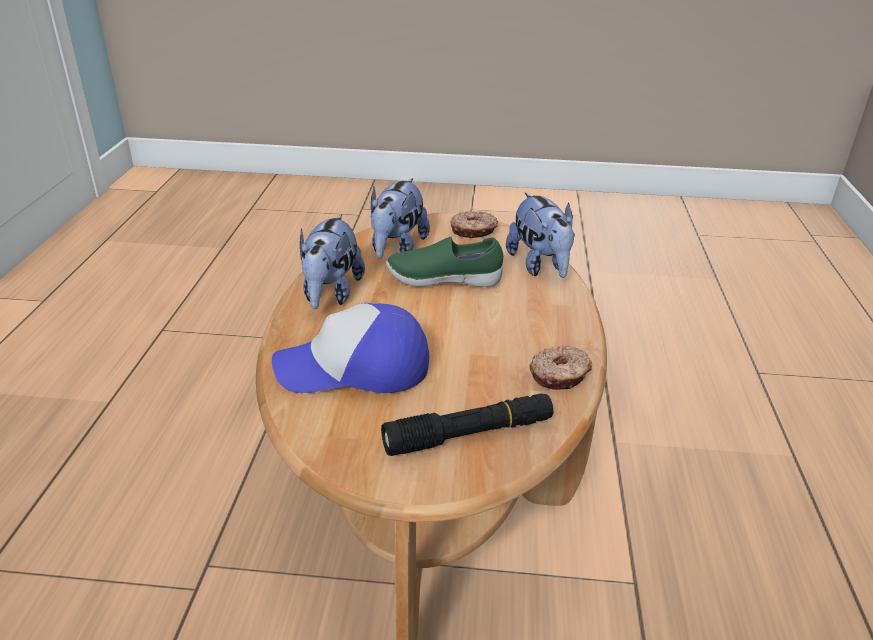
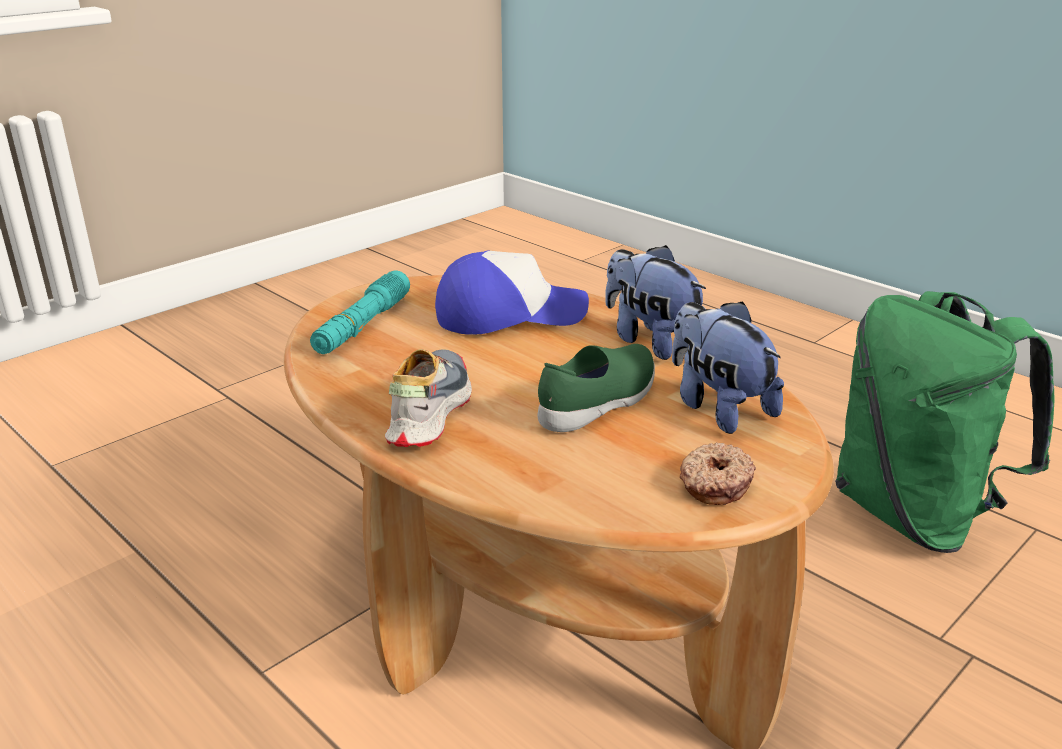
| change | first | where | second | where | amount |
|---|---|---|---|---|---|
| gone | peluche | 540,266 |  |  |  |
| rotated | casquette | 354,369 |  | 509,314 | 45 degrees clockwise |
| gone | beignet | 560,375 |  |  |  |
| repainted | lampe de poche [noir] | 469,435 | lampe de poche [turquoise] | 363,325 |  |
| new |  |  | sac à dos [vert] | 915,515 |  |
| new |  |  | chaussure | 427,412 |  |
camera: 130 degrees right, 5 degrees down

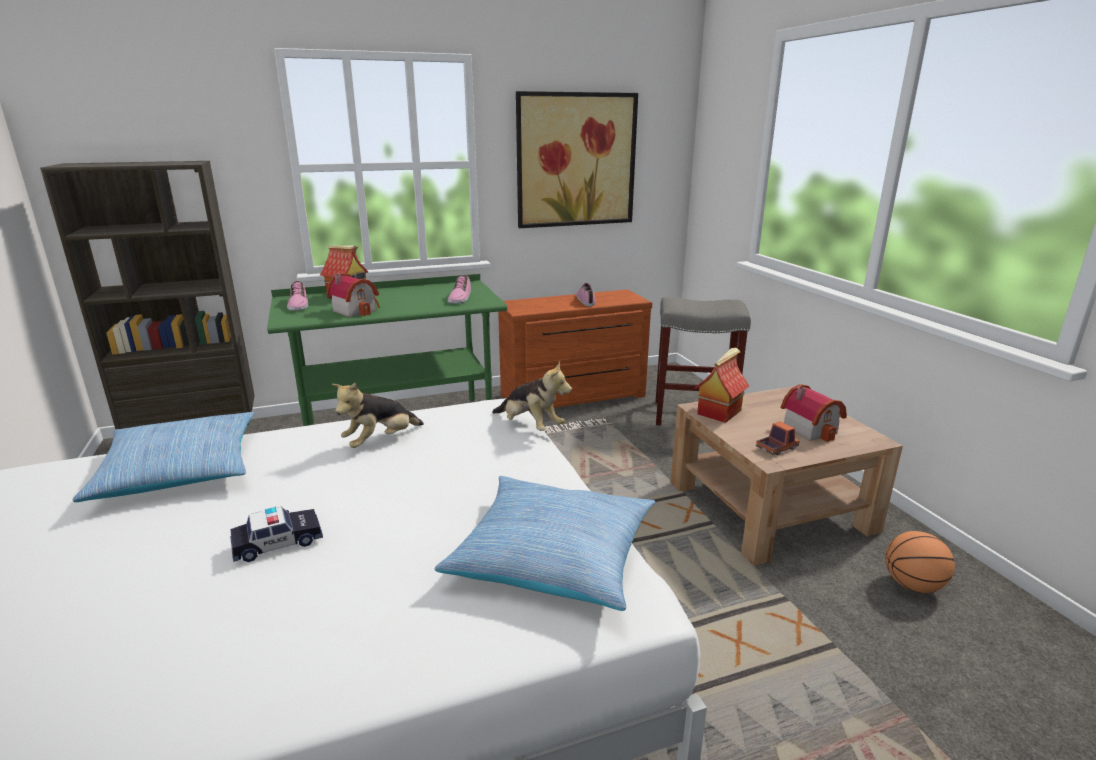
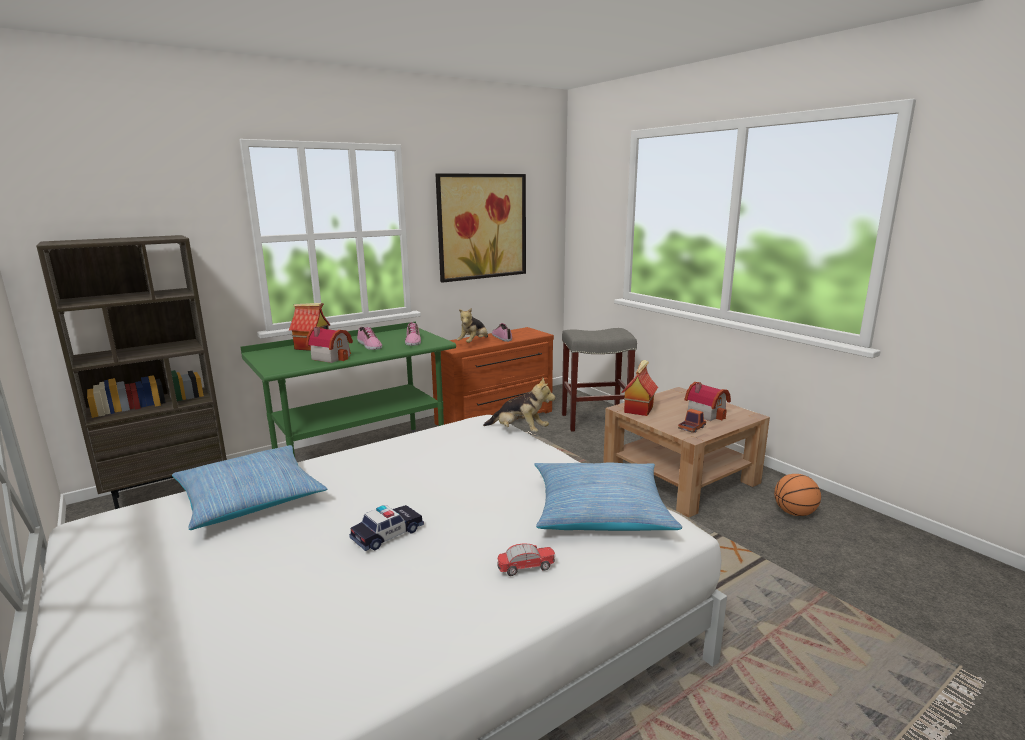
| change | first | where | second | where | amount |
|---|---|---|---|---|---|
| shifted | chaussure | 297,304 |  | 369,345 |  |
| shifted | peluche | 380,441 |  | 473,343 |  |
| new |  |  | petite voiture | 525,568 |  |
camera: 15 degrees left, 5 degrees down

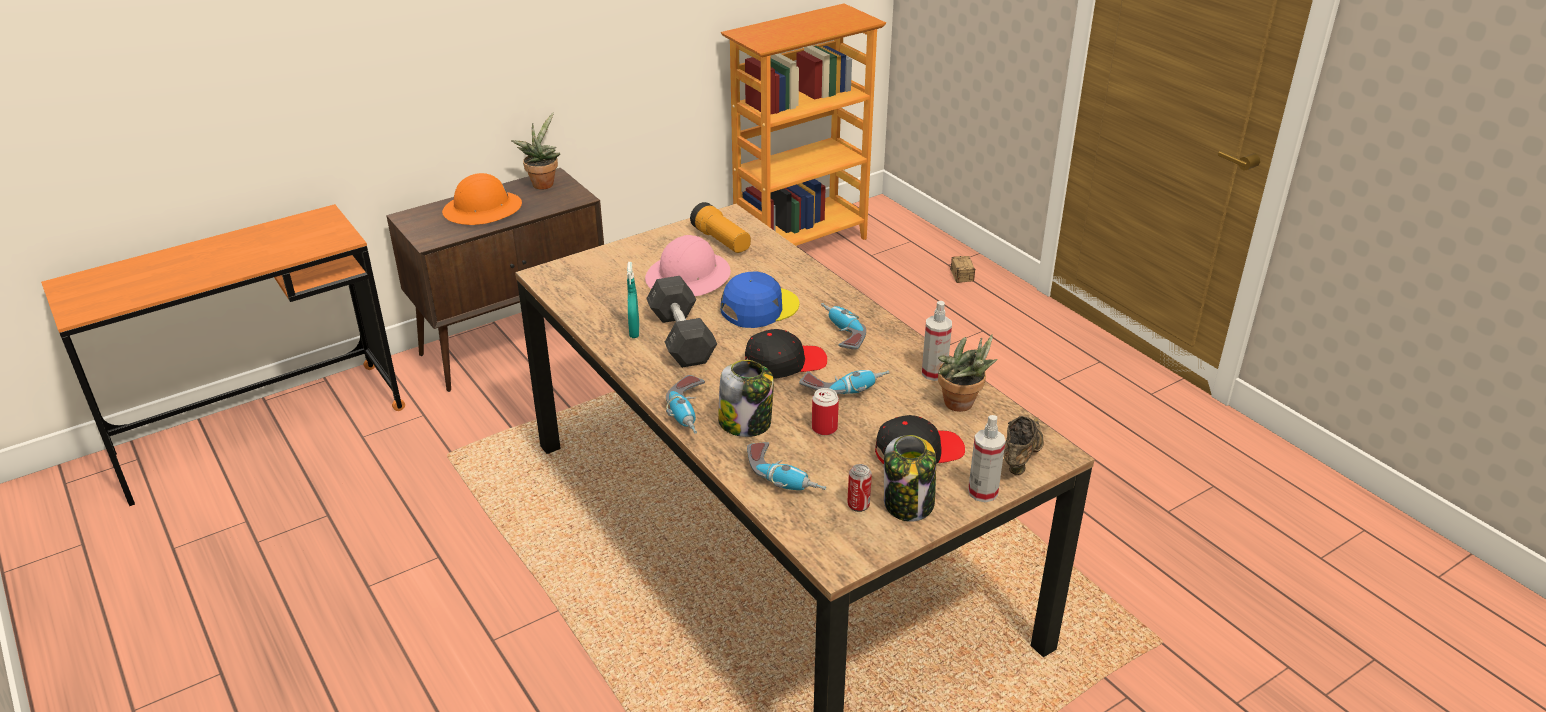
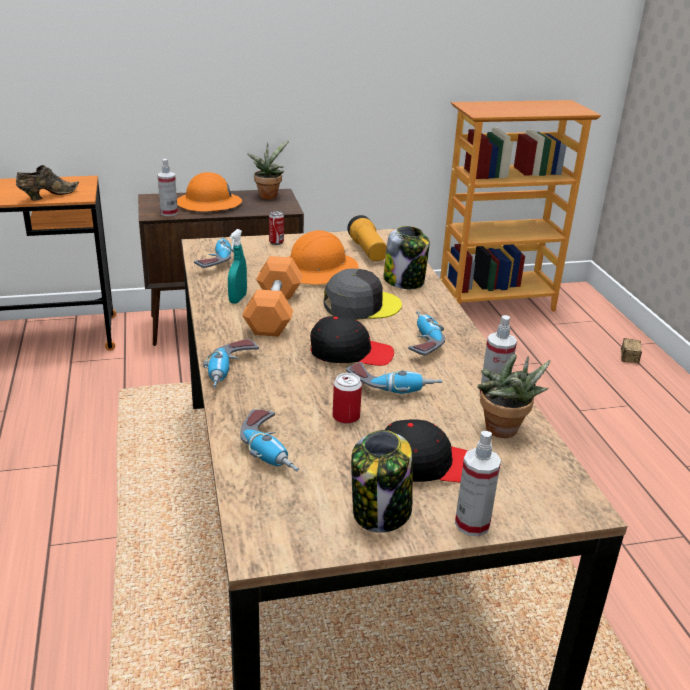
| change | first | where | second | where | amount |
|---|---|---|---|---|---|
| repainted | casque de chantier [rose] | 689,277 | casque de chantier [orange] | 318,270 |  |
| repainted | casquette [bleu] | 759,308 | casquette [gris] | 361,305 |  |
| repainted | haltère [gris] | 681,337 | haltère [orange] | 274,312 |  |
| shifted | bocal | 746,423 |  | 404,281 |  |
| shifted | chaussure [marron] | 1020,458 |  | 47,196 |  |
| shifted | boîte métallique | 858,505 |  | 276,242 |  |
| new |  |  | vaporisateur | 169,213 |  |
| new |  |  | perceuse | 215,260 |  |
camera: 20 degrees right, 5 degrees down

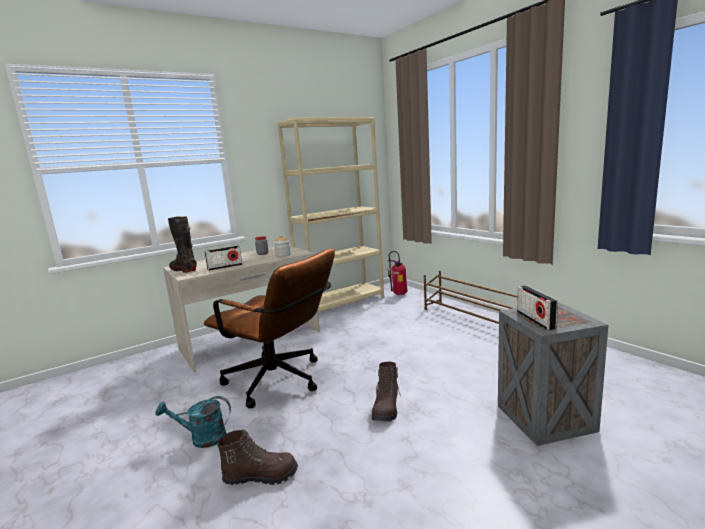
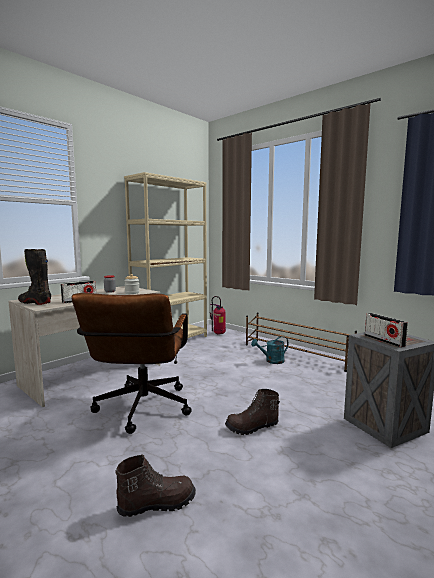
| change | first | where | second | where | amount |
|---|---|---|---|---|---|
| rotated | chaise de bureau [marron] | 281,382 |  | 141,411 | 75 degrees clockwise |
| rotated | botte [marron] | 386,408 |  | 252,427 | 75 degrees clockwise |
| shifted | arrosoir [turquoise] | 202,438 |  | 271,361 |  |
camera: 15 degrees left, 5 degrees down

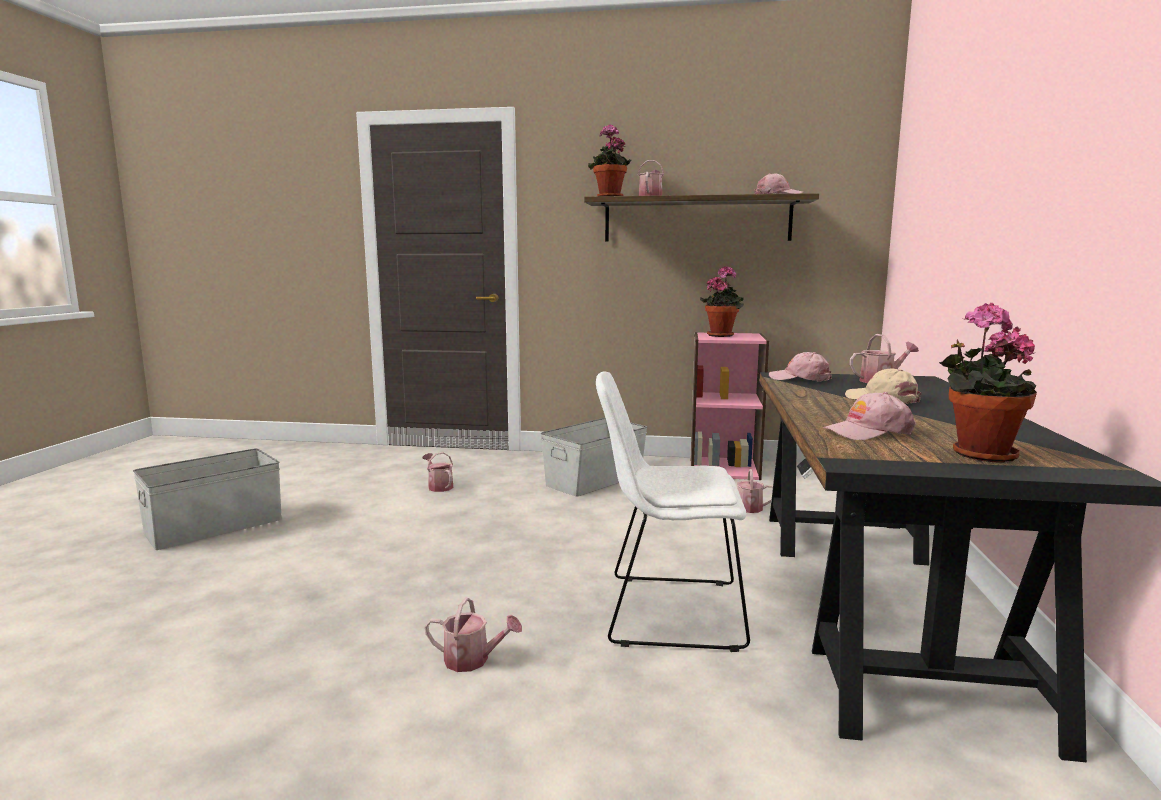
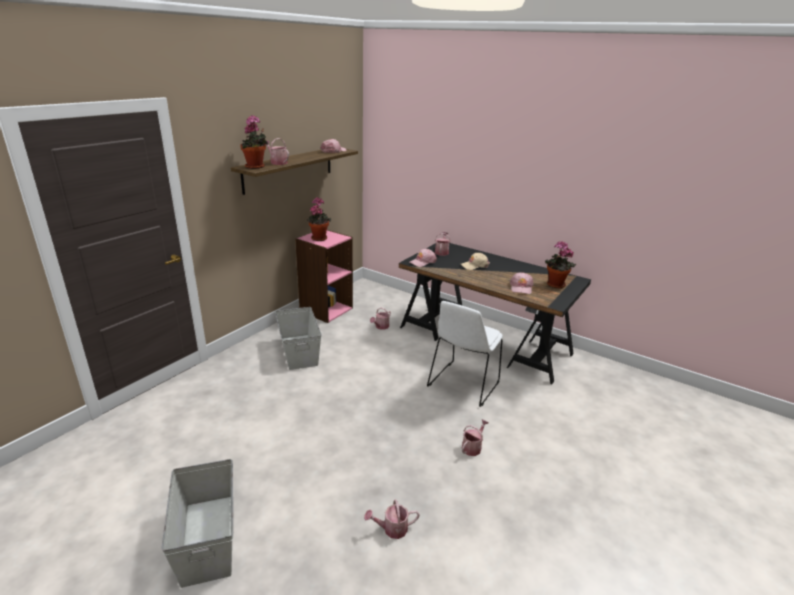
| change | first | where | second | where | amount |
|---|---|---|---|---|---|
| shifted | arrosoir | 439,486 |  | 391,529 |  |
camera: 65 degrees left, 15 degrees up

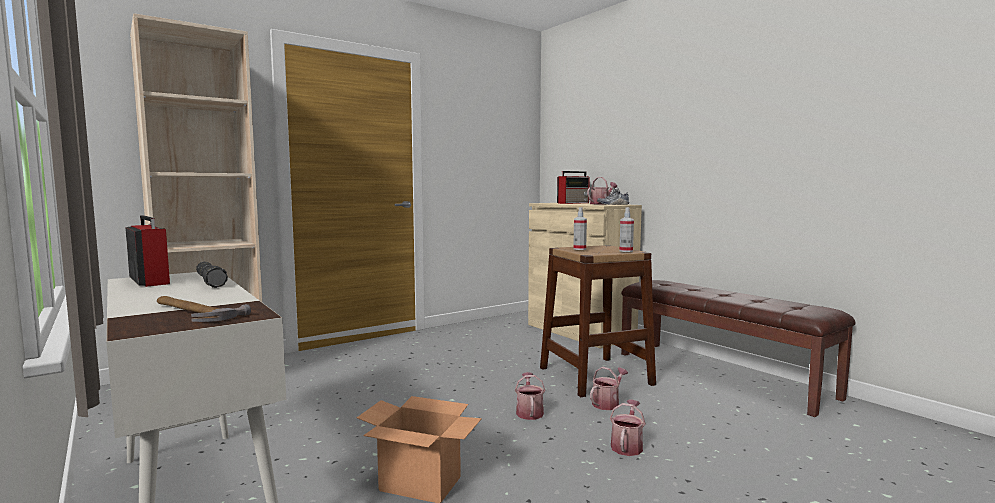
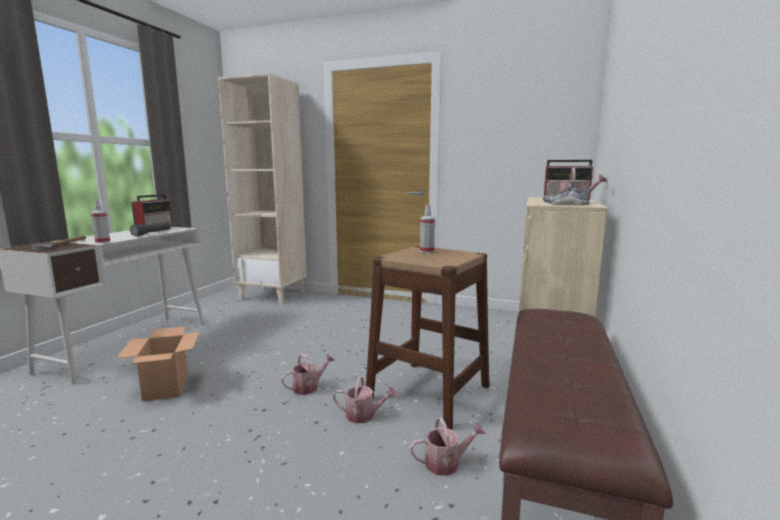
| change | first | where | second | where | amount |
|---|---|---|---|---|---|
| shifted | vaporisateur | 626,251 |  | 102,242 |  |
| shifted | arrosoir | 627,445 |  | 446,463 |  |
camera: 55 degrees right, 5 degrees up

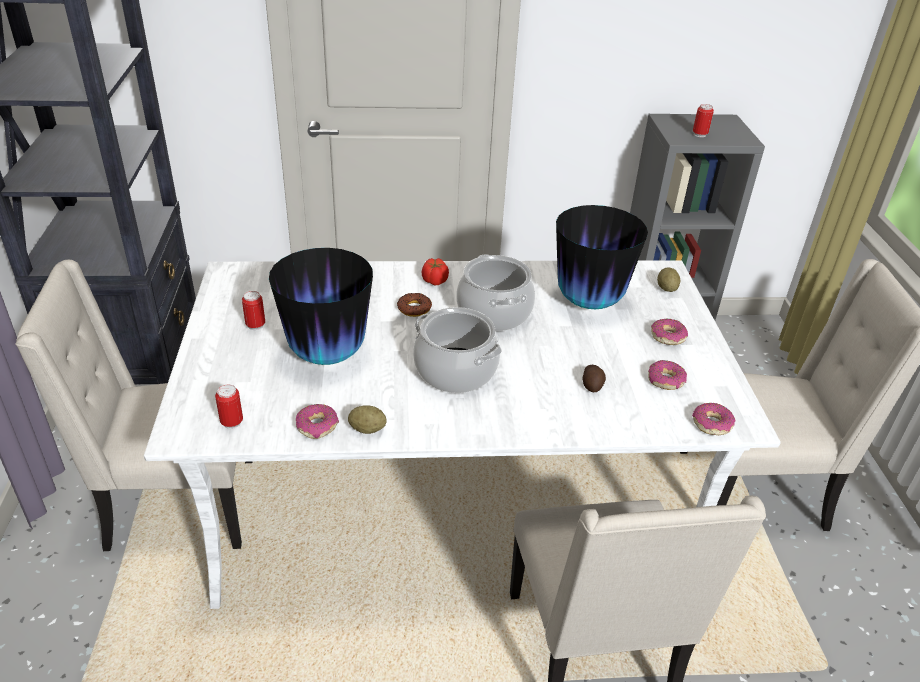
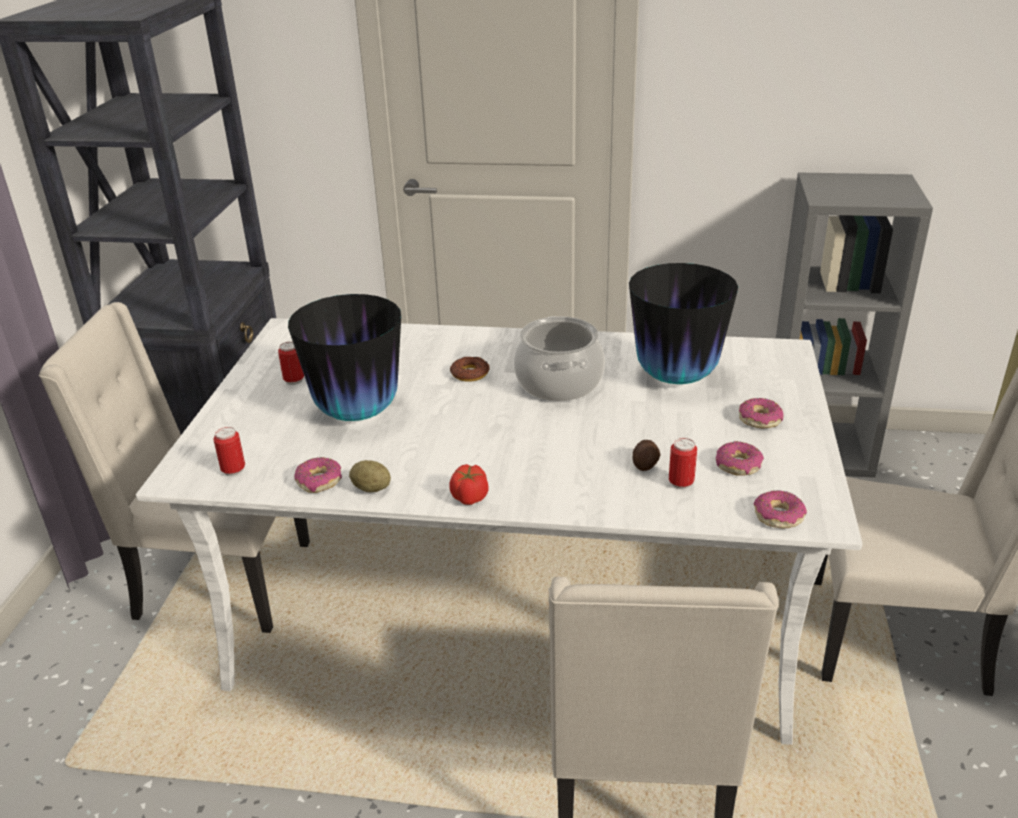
| change | first | where | second | where | amount |
|---|---|---|---|---|---|
| shifted | boîte métallique | 699,134 |  | 681,483 |  |
| shifted | tomate | 435,281 |  | 469,497 |  |
| gone | pomme de terre | 666,288 |  |  |  |
| gone | marmite | 455,371 |  |  |  |
camera: 15 degrees right, 5 degrees down

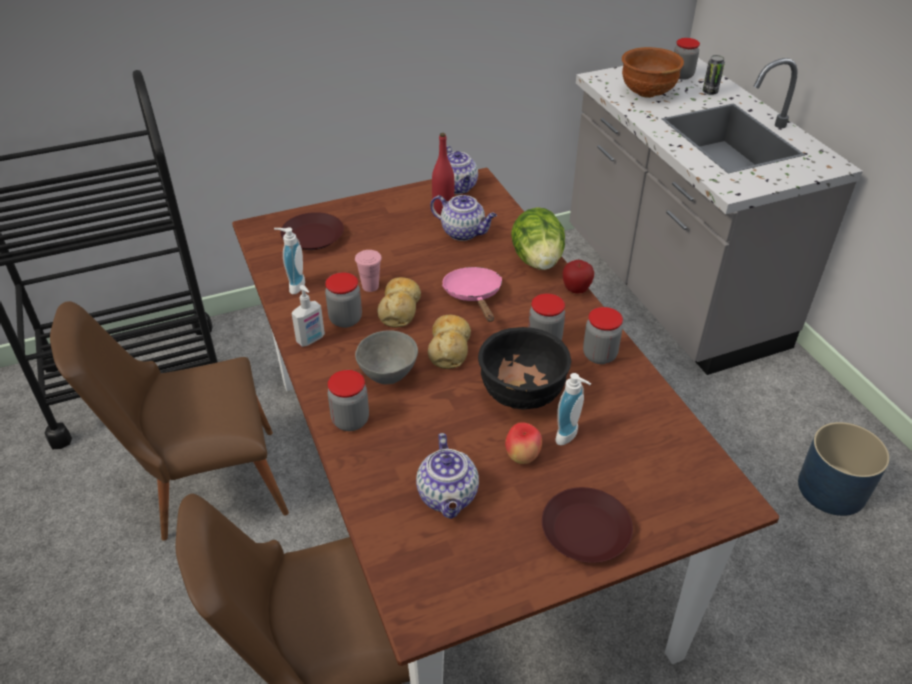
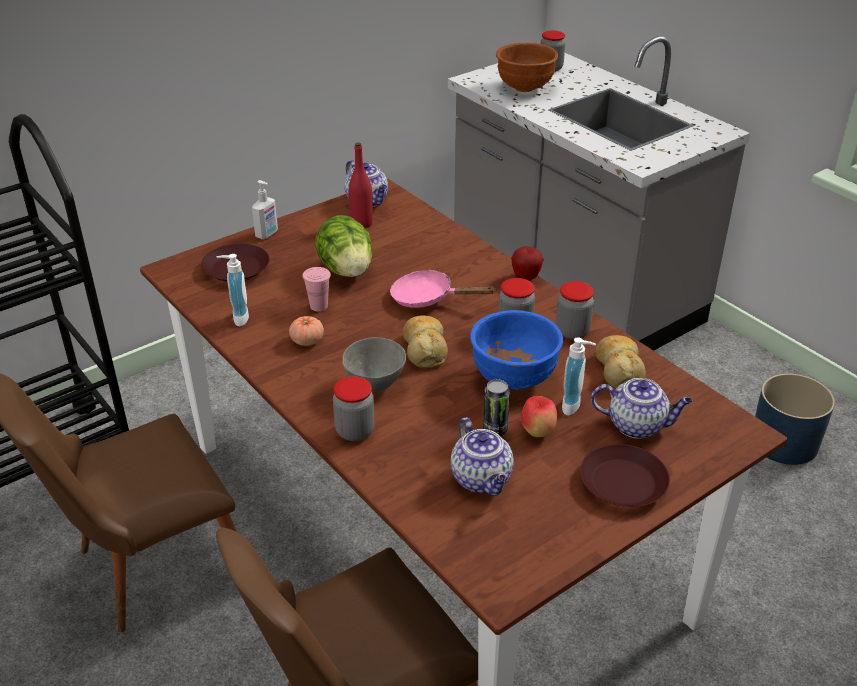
| change | first | where | second | where | amount |
|---|---|---|---|---|---|
| shifted | boîte métallique | 710,92 |  | 495,430 |  |
| shifted | théière | 464,232 |  | 638,425 |  |
| shifted | laitue | 537,260 |  | 346,270 |  |
| rotated | poêle [rose] | 474,295 |  | 428,298 | 45 degrees counterclockwise |
| swapped | bocal | 345,319 | tomate | 307,340 |  |
| shifted | pain | 400,308 |  | 619,369 |  |
| shifted | distributeur de savon | 311,340 |  | 267,234 |  |
| repainted | bol [noir] | 522,394 | bol [bleu] | 514,378 |  |
camera: 15 degrees left, 5 degrees down

